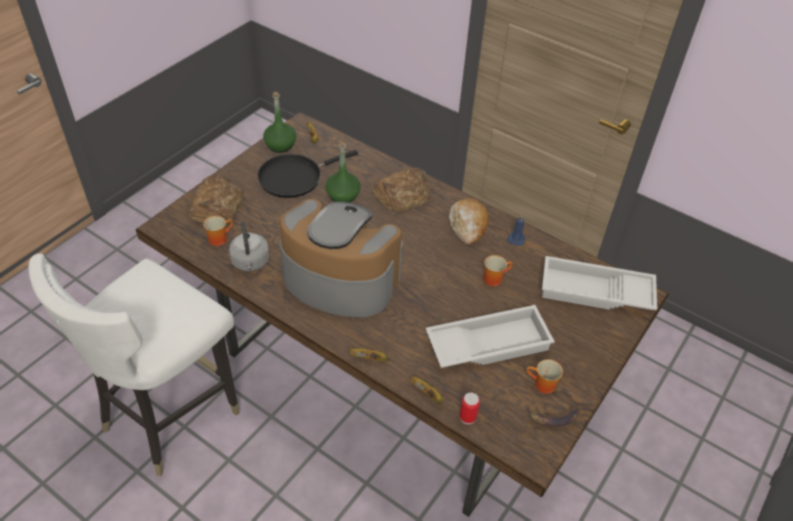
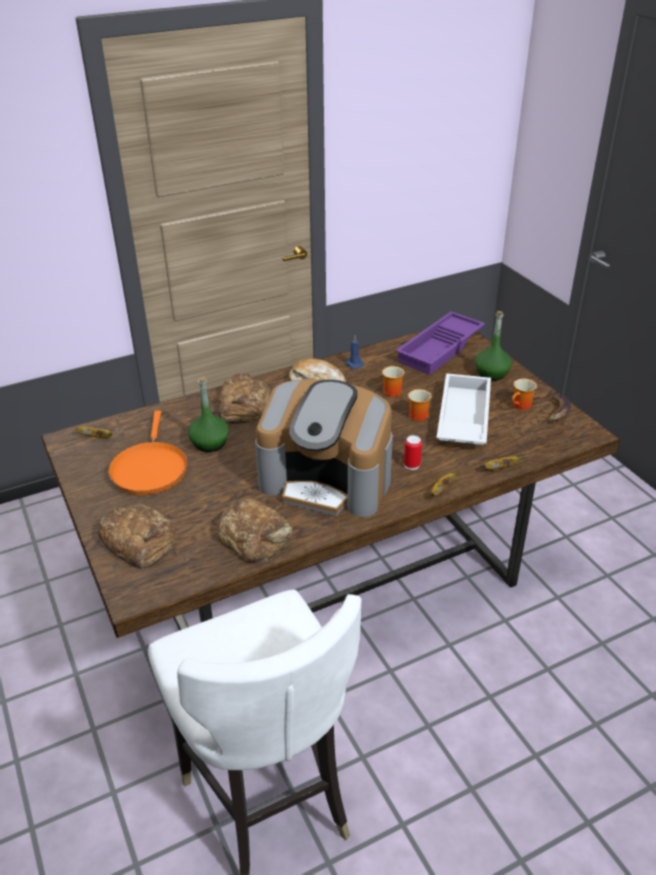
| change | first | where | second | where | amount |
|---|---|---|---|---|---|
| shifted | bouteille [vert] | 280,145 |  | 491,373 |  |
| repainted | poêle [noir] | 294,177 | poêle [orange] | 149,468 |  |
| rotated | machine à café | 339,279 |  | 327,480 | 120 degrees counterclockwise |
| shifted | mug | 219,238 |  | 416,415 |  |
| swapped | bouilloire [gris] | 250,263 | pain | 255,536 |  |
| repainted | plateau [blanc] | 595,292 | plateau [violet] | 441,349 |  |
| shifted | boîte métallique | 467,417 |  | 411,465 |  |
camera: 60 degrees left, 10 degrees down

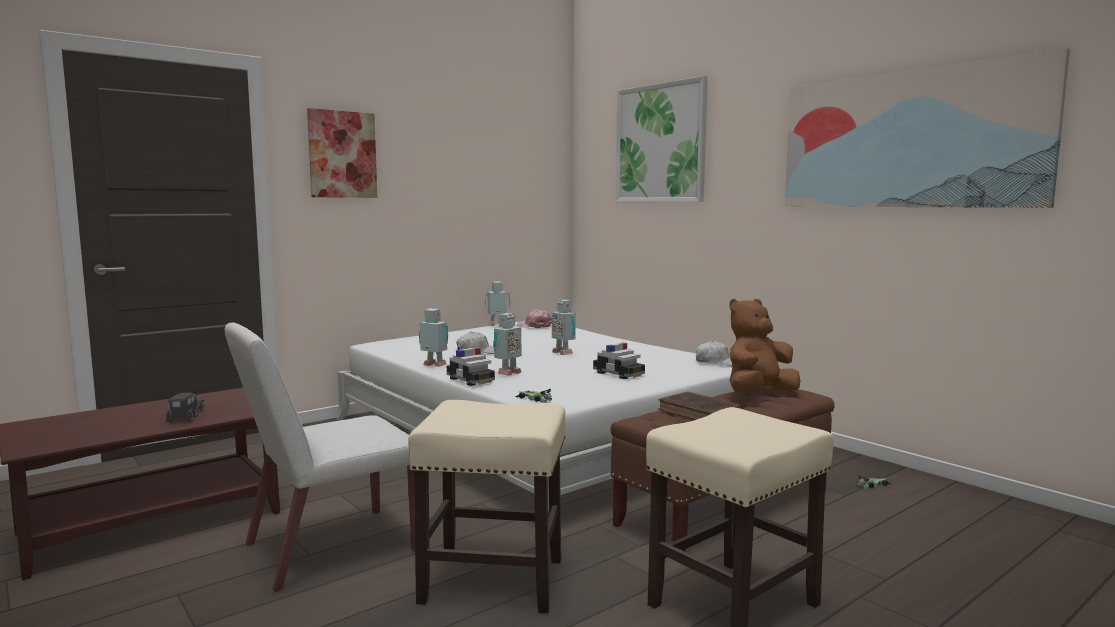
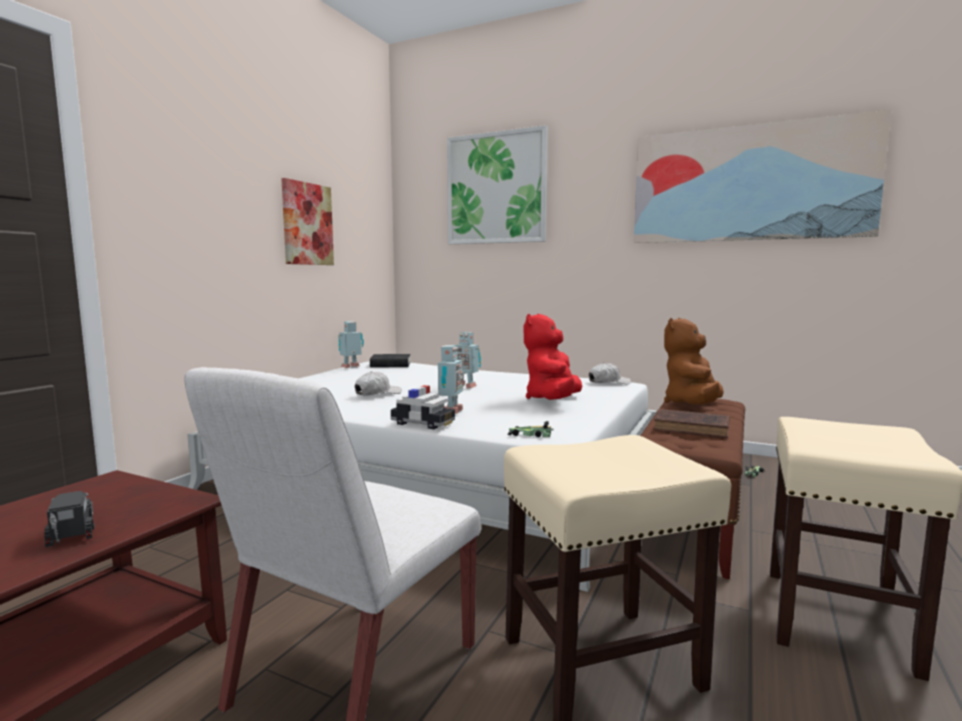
| change | first | where | second | where | amount |
|---|---|---|---|---|---|
| shifted | tableau | 342,154 |  | 307,224 |  |
| gone | robot jouet | 434,365 |  |  |  |
| swapped | casquette [rose] | 534,326 | livre [noir] | 390,365 |  |
| swapped | petite voiture | 618,374 | peluche [rouge] | 552,400 |  |
camera: 25 degrees left, 0 degrees up

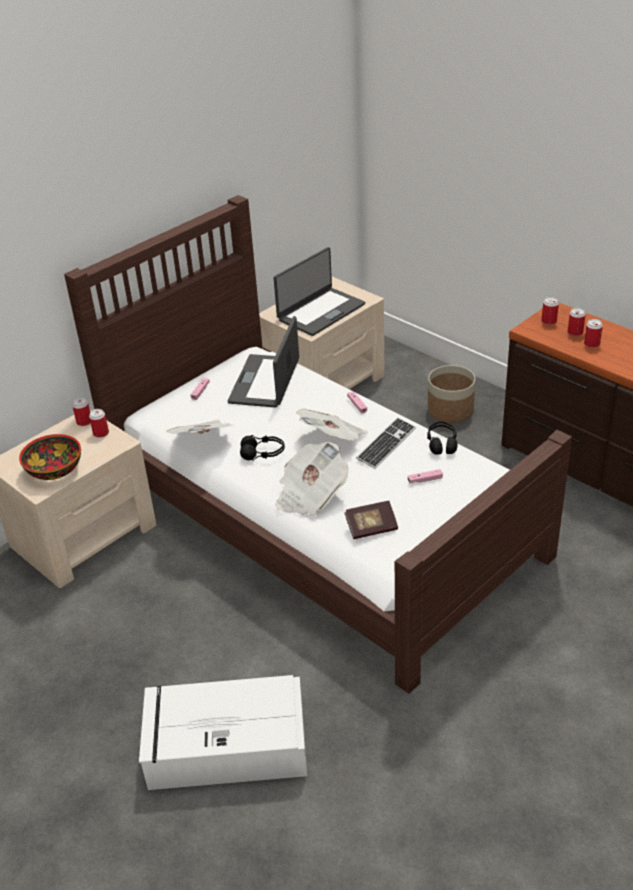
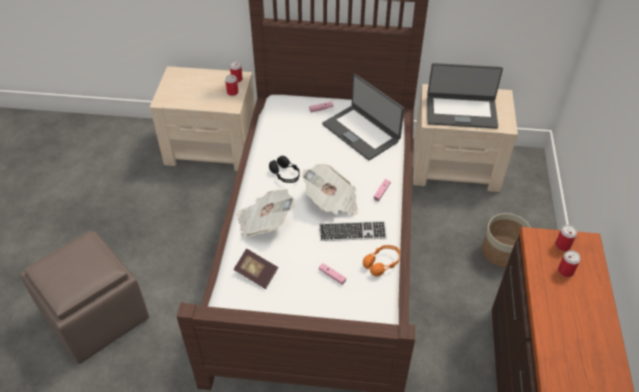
| change | first | where | second | where | amount |
|---|---|---|---|---|---|
| rotated | ordinateur portable | 266,381 |  | 361,132 | 105 degrees counterclockwise |
| gone | boîte métallique | 591,344 |  |  |  |
| gone | journal | 203,441 |  |  |  |
| repainted | casque audio [noir] | 442,444 | casque audio [orange] | 382,263 |  |
| gone | bol | 55,470 |  |  |  |
| swapped | boîte de rangement [blanc] | 224,746 | pouf [marron] | 96,315 |  |
camera: 50 degrees right, 10 degrees up

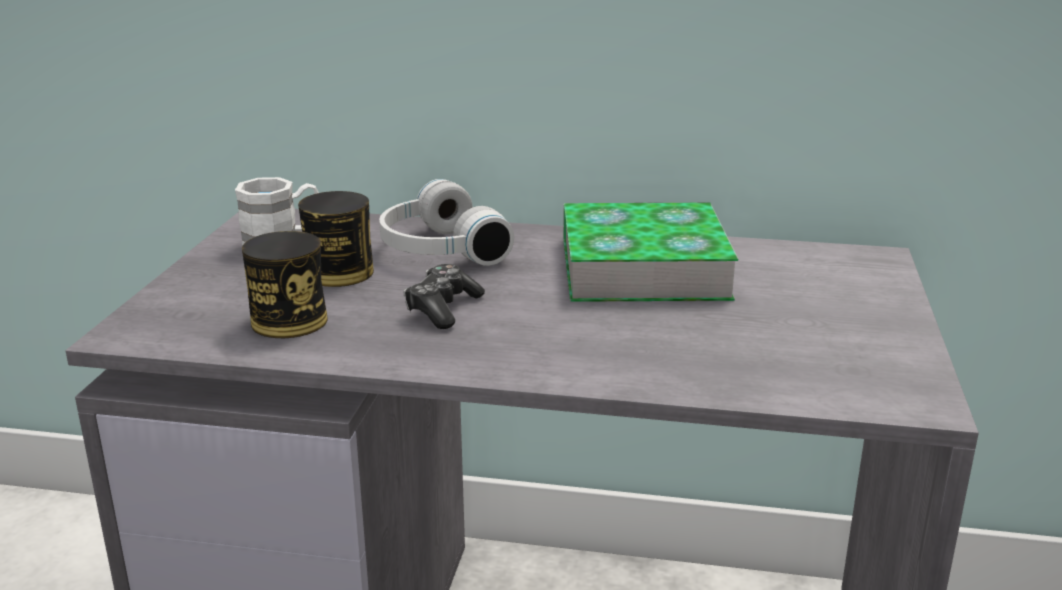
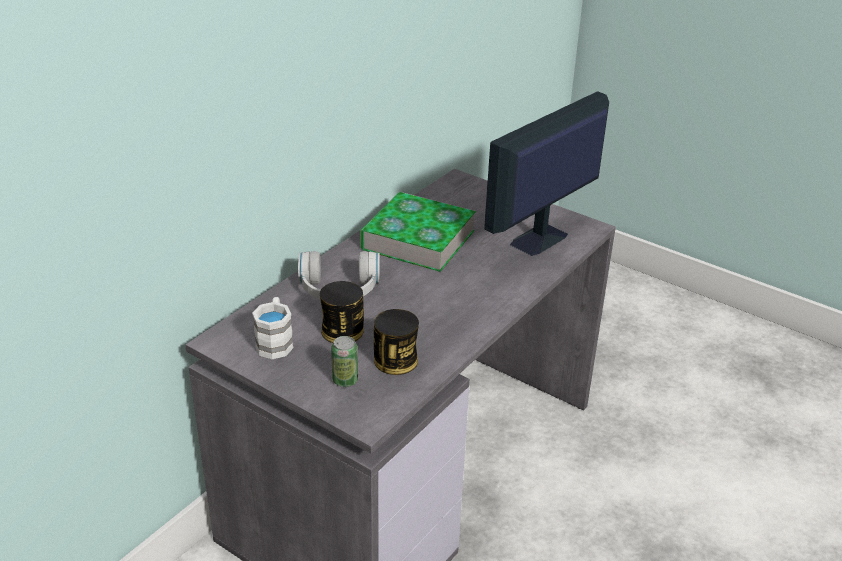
| change | first | where | second | where | amount |
|---|---|---|---|---|---|
| gone | manette | 443,309 |  |  |  |
| new |  |  | écran d'ordinateur | 538,240 |  |
| new |  |  | boîte métallique | 345,380 |  |
camera: 65 degrees left, 10 degrees up

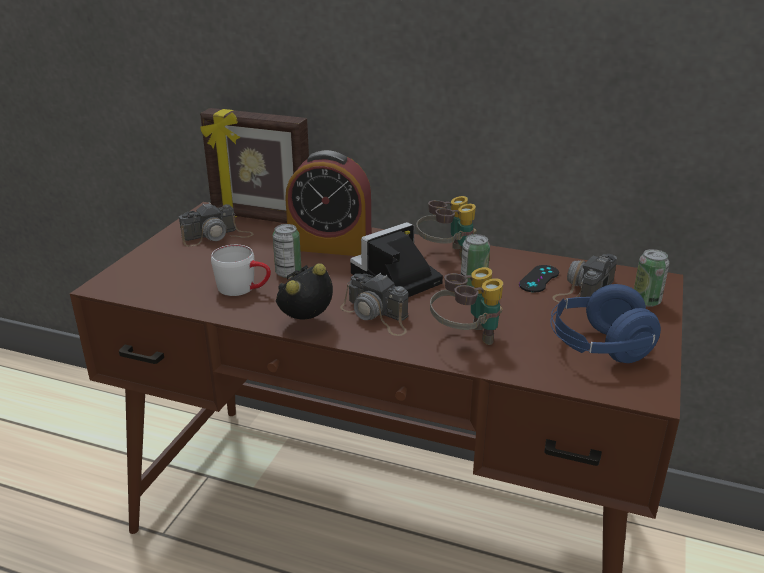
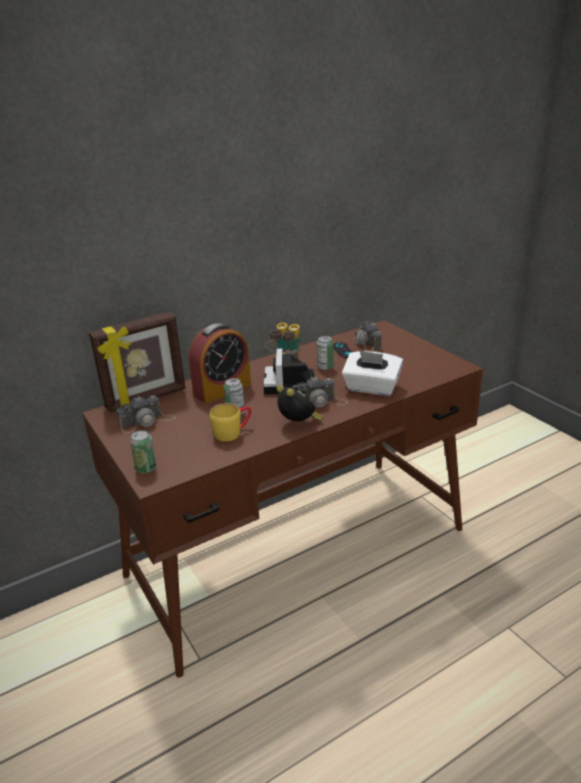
| change | first | where | second | where | amount |
|---|---|---|---|---|---|
| rotated | appareil photo | 217,236 |  | 147,421 | 45 degrees clockwise |
| repainted | mug [blanc] | 244,288 | mug [jaune] | 233,432 |  |
| shifted | boîte métallique | 646,301 |  | 146,468 |  |
| rotated | réveil | 306,322 |  | 299,424 | 150 degrees clockwise |
| swapped | jumelles | 466,338 | boîte à mouchoirs [blanc] | 371,388 |  |
| gone | casque audio [bleu] | 598,348 |  |  |  |
camera: 50 degrees left, 0 degrees up

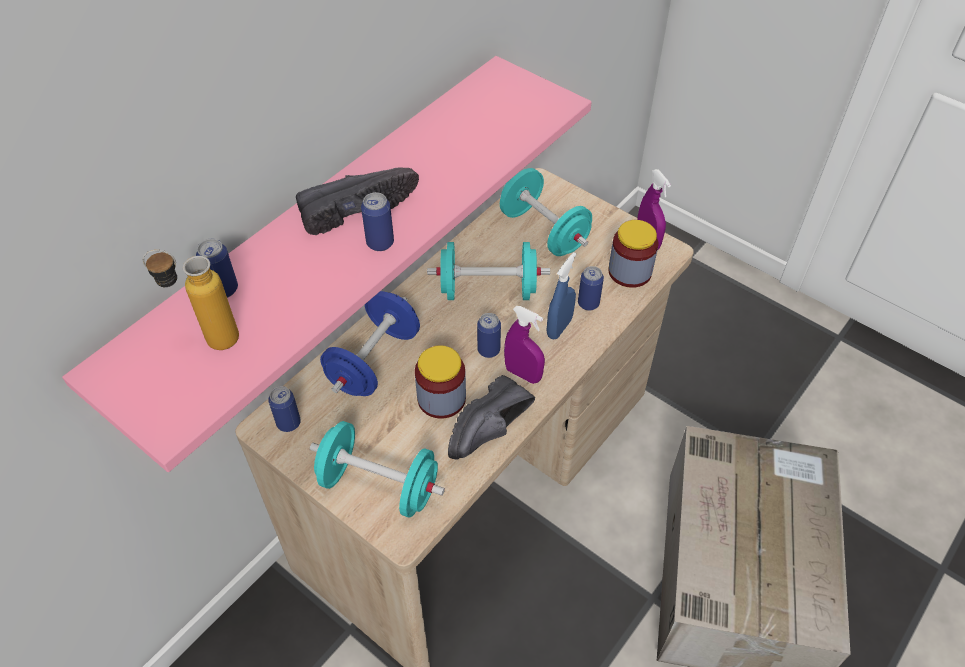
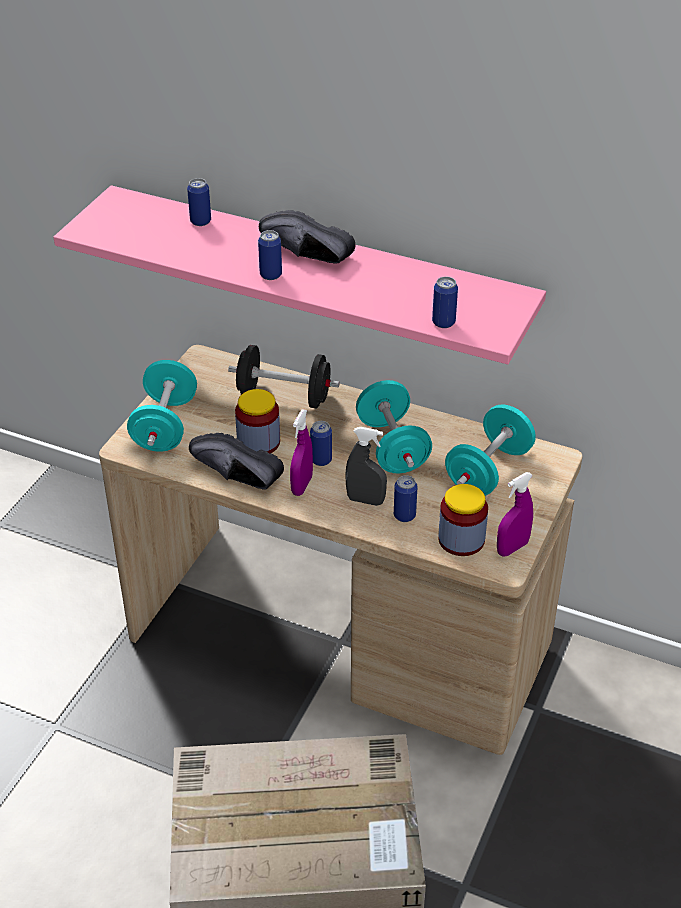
| change | first | where | second | where | amount |
|---|---|---|---|---|---|
| rotated | chaussure [noir] | 355,207 |  | 305,256 | 150 degrees clockwise |
| gone | bouteille | 209,340 |  |  |  |
| repainted | vaporisateur [bleu] | 559,327 | vaporisateur [gris] | 365,500 |  |
| repainted | haltère [bleu] | 374,361 | haltère [noir] | 284,397 |  |
| shifted | boîte métallique | 288,423 |  | 443,322 |  |
camera: 75 degrees right, 10 degrees down

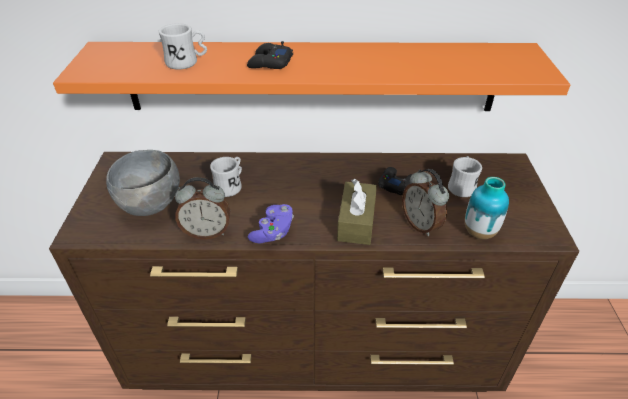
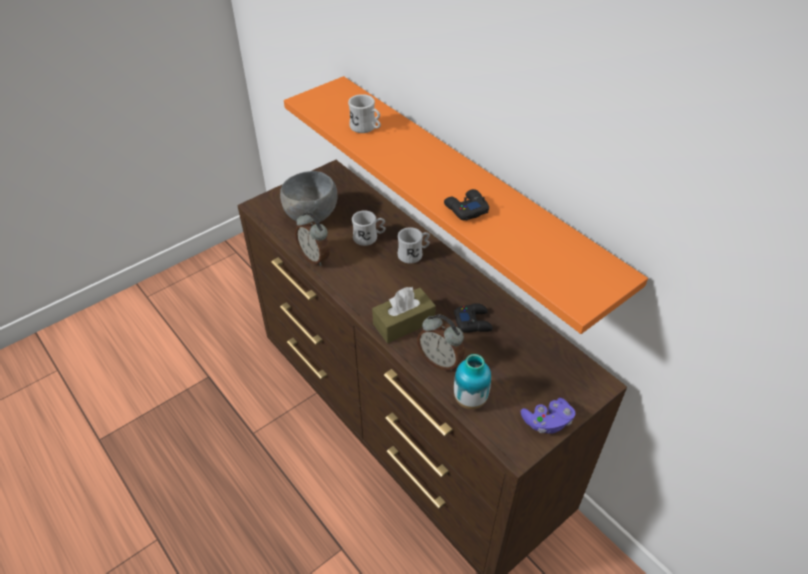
| change | first | where | second | where | amount |
|---|---|---|---|---|---|
| shifted | manette [noir] | 270,63 |  | 466,209 |  |
| shifted | mug [blanc] | 461,186 |  | 414,254 |  |
| rotated | réveil | 421,224 |  | 440,360 | 75 degrees counterclockwise |
| shifted | manette [violet] | 273,232 |  | 547,422 |  |
camera: 50 degrees right, 5 degrees up

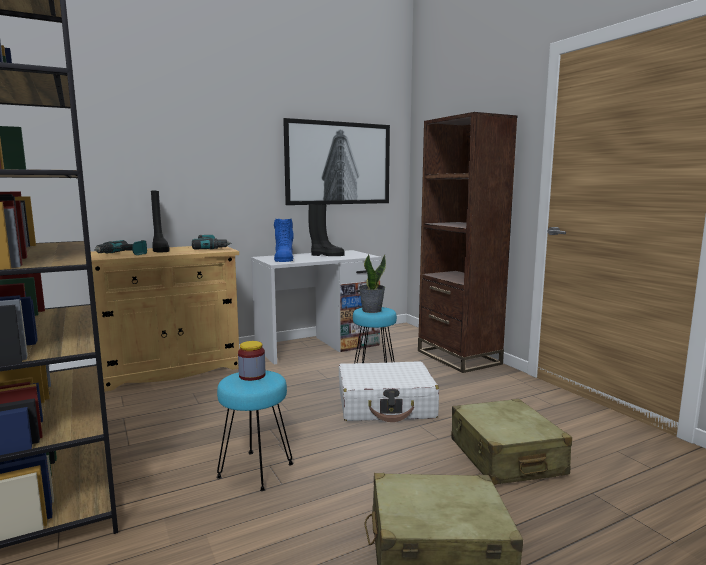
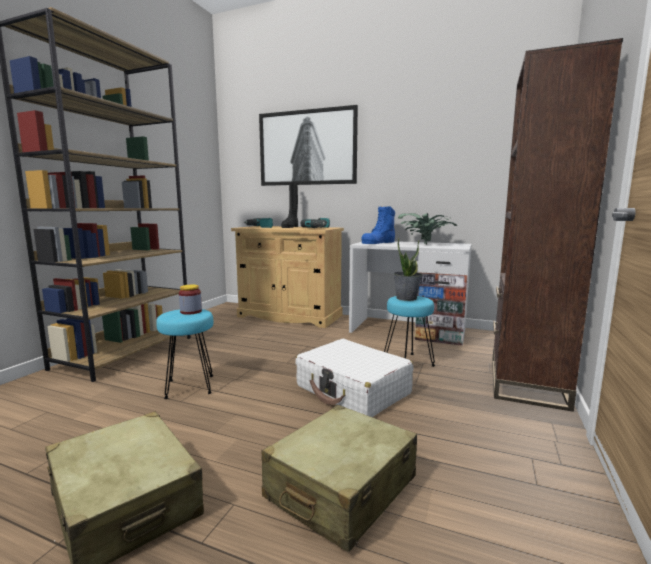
| change | first | where | second | where | amount |
|---|---|---|---|---|---|
| shifted | tableau | 338,163 |  | 307,148 |  |
| swapped | botte [noir] | 326,255 | plante en pot | 424,244 |  |
camera: 50 degrees right, 0 degrees up

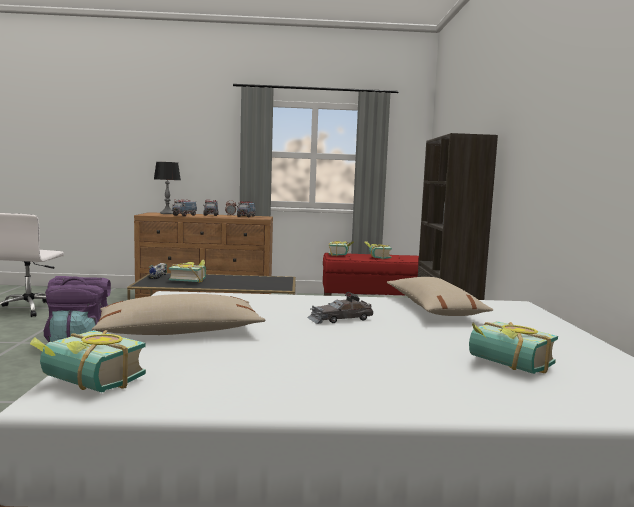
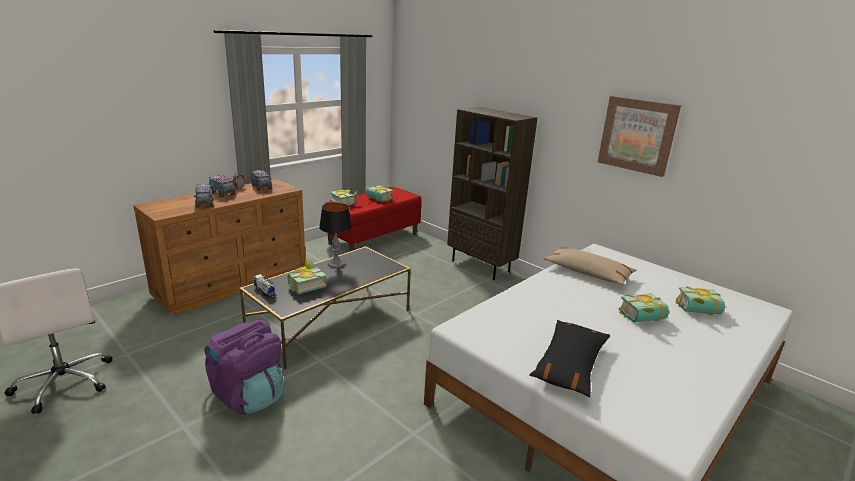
| change | first | where | second | where | amount |
|---|---|---|---|---|---|
| shifted | lampe de table | 167,213 |  | 336,264 |  |
| gone | petite voiture [gris] | 340,319 |  |  |  |
| repainted | coussin [beige] | 180,332 | coussin [noir] | 569,365 |  |
| shifted | livre | 86,384 |  | 644,319 |  |
| new |  |  | tableau | 637,135 |  |
camera: 45 degrees left, 15 degrees up

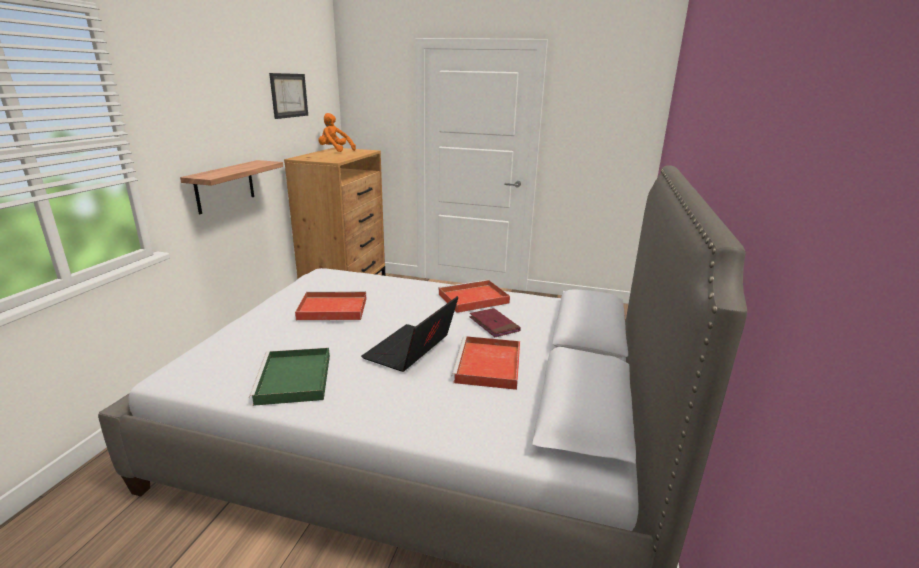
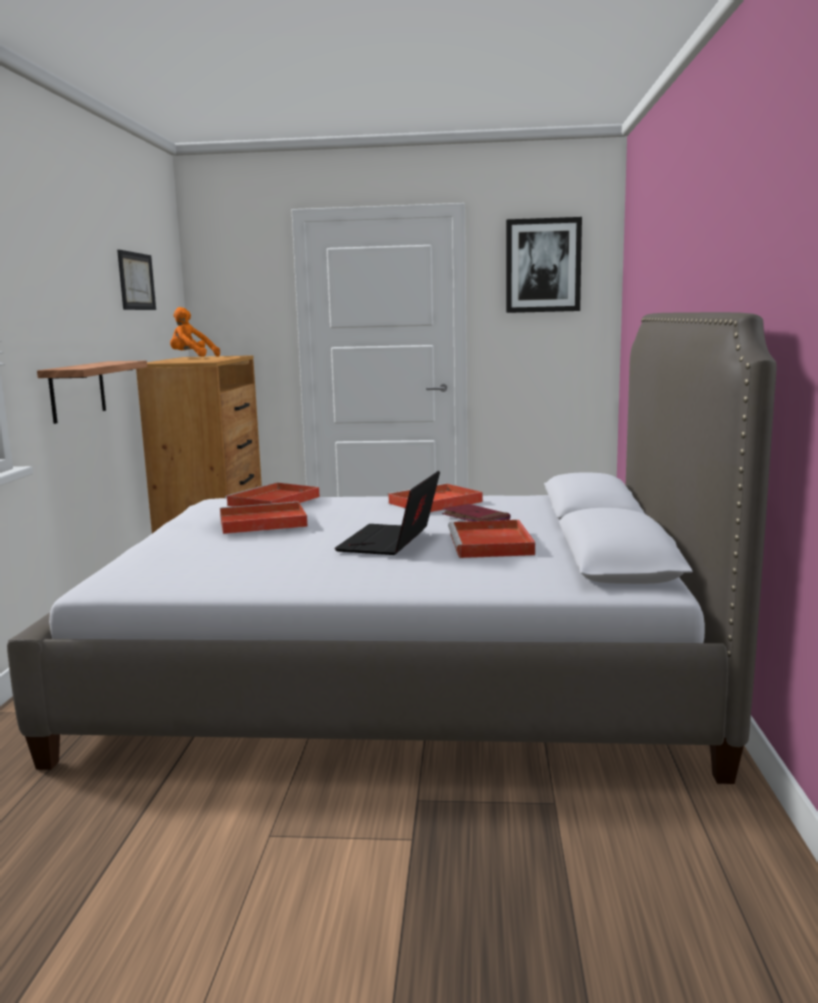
| change | first | where | second | where | amount |
|---|---|---|---|---|---|
| gone | plateau [vert] | 294,380 |  |  |  |
| new |  |  | tableau | 543,265 |  |
| new |  |  | plateau [rouge] | 273,501 |  |
camera: 10 degrees left, 10 degrees down

